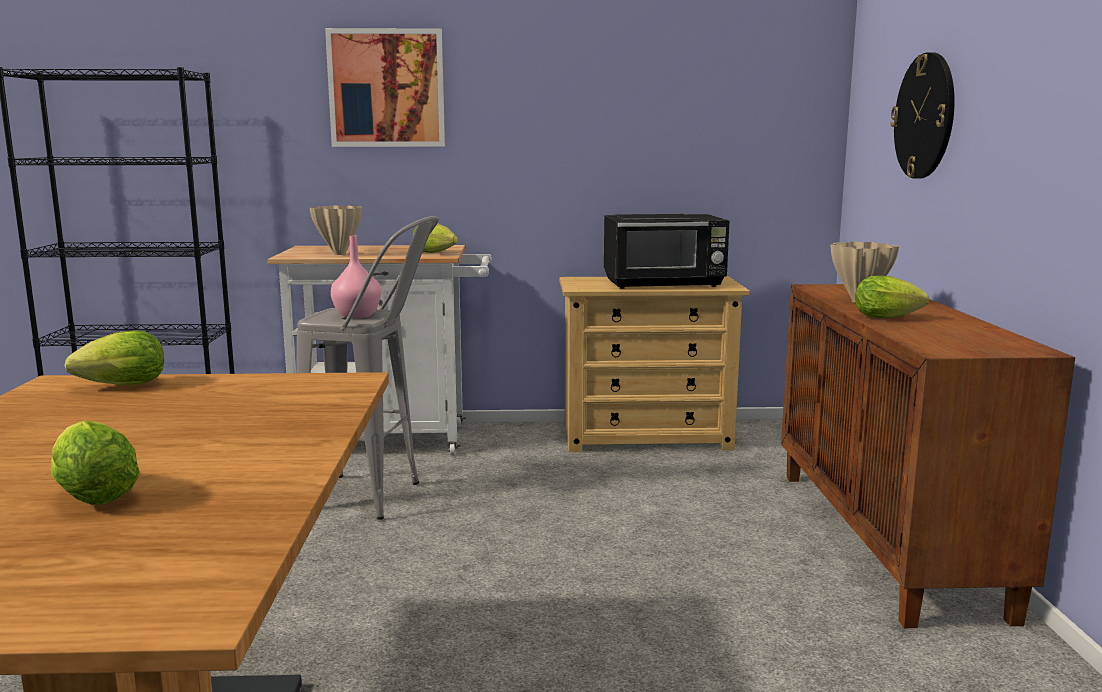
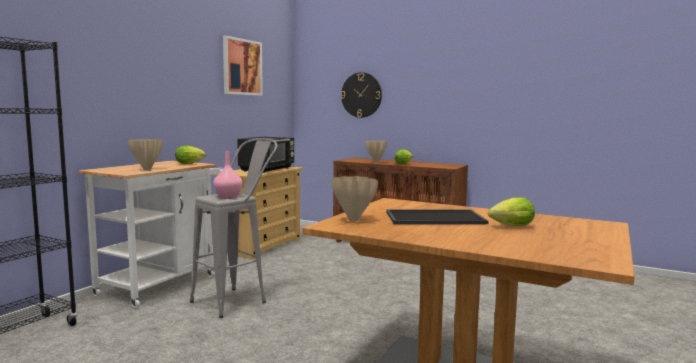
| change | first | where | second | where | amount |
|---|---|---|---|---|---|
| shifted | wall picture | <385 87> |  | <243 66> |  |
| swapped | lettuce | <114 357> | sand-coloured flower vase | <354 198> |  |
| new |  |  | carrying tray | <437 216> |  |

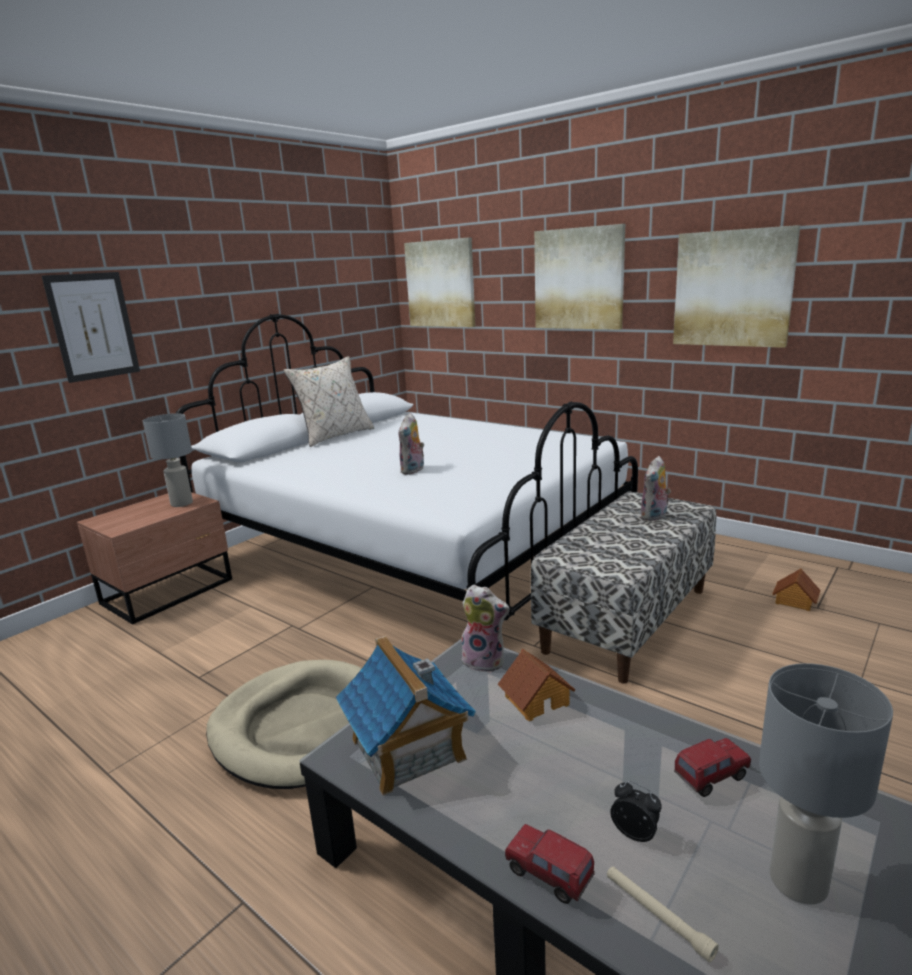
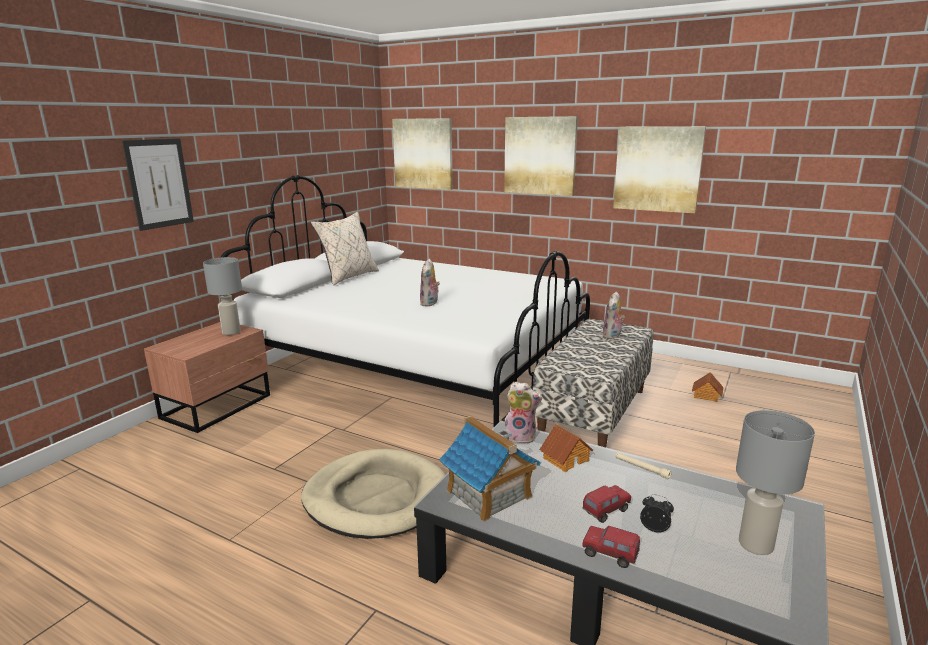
| change | first | where | second | where | amount |
|---|---|---|---|---|---|
| shifted | toy truck | <712 767> |  | <607 504> |  |
| shifted | sand-coloured hand torch | <663 914> |  | <643 465> |  |

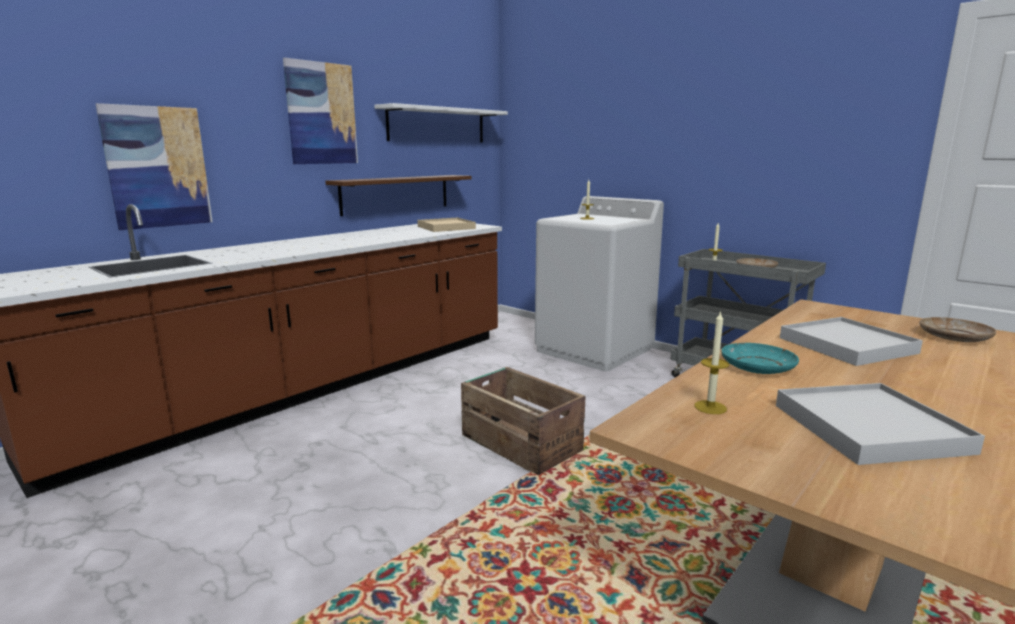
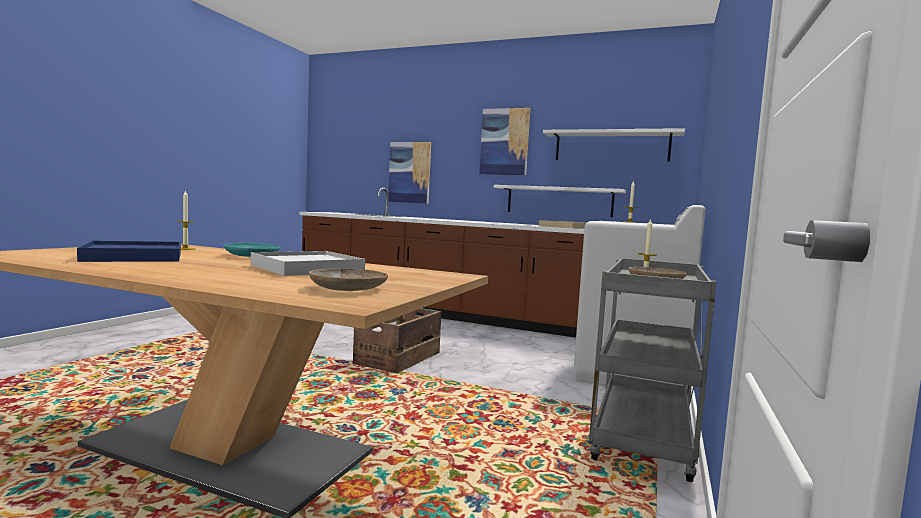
| change | first | where | second | where | amount |
|---|---|---|---|---|---|
| repainted | brown-coloured wall shelf | <398 195> | whitish wall shelf | <560 201> |  |
| repainted | whitish carrying tray | <880 424> | blue carrying tray | <129 251> |  |

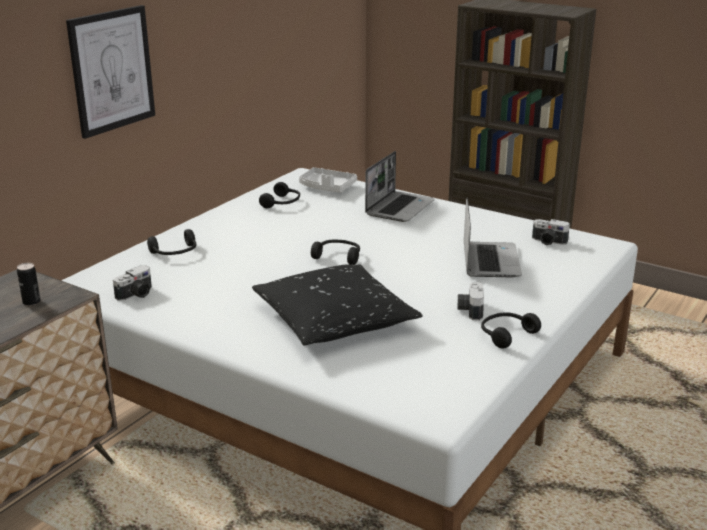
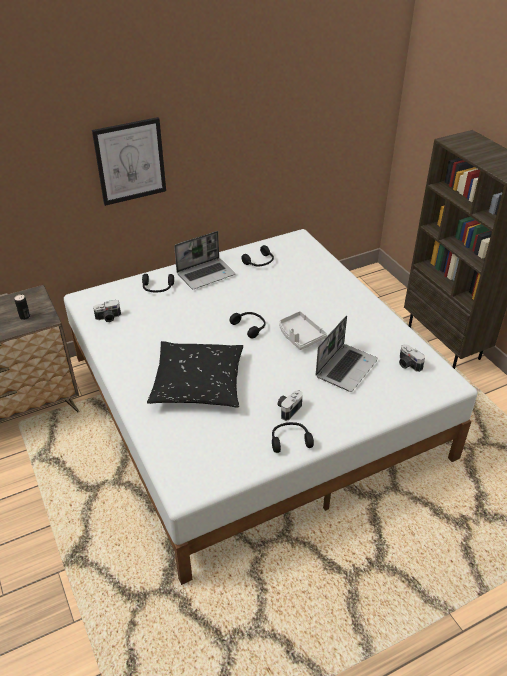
| change | first | where | second | where | amount |
|---|---|---|---|---|---|
| shifted | laptop | <400 186> |  | <204 260> |  |
| shifted | grey carrying tray | <328 180> |  | <303 330> |  |

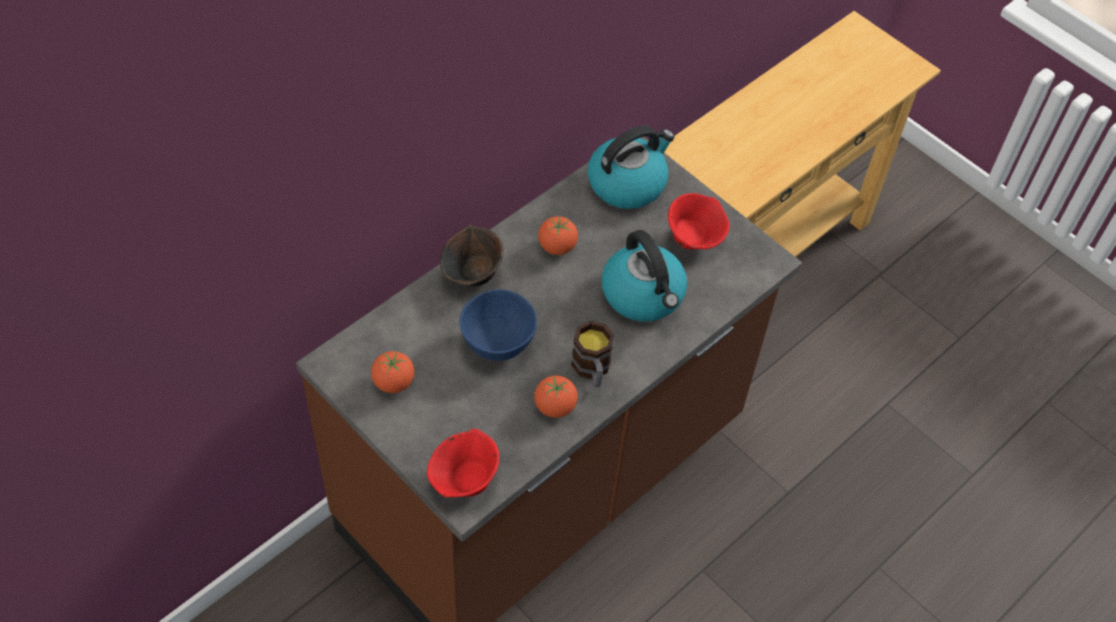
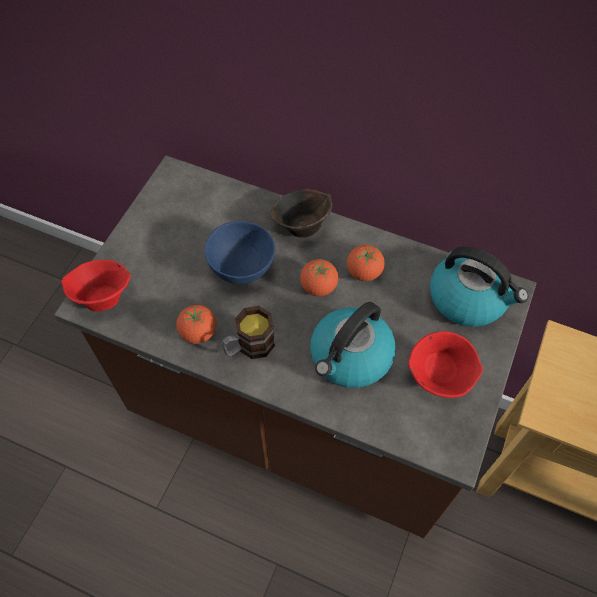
| change | first | where | second | where | amount |
|---|---|---|---|---|---|
| shifted | tomato | <392 372> |  | <319 277> |  |

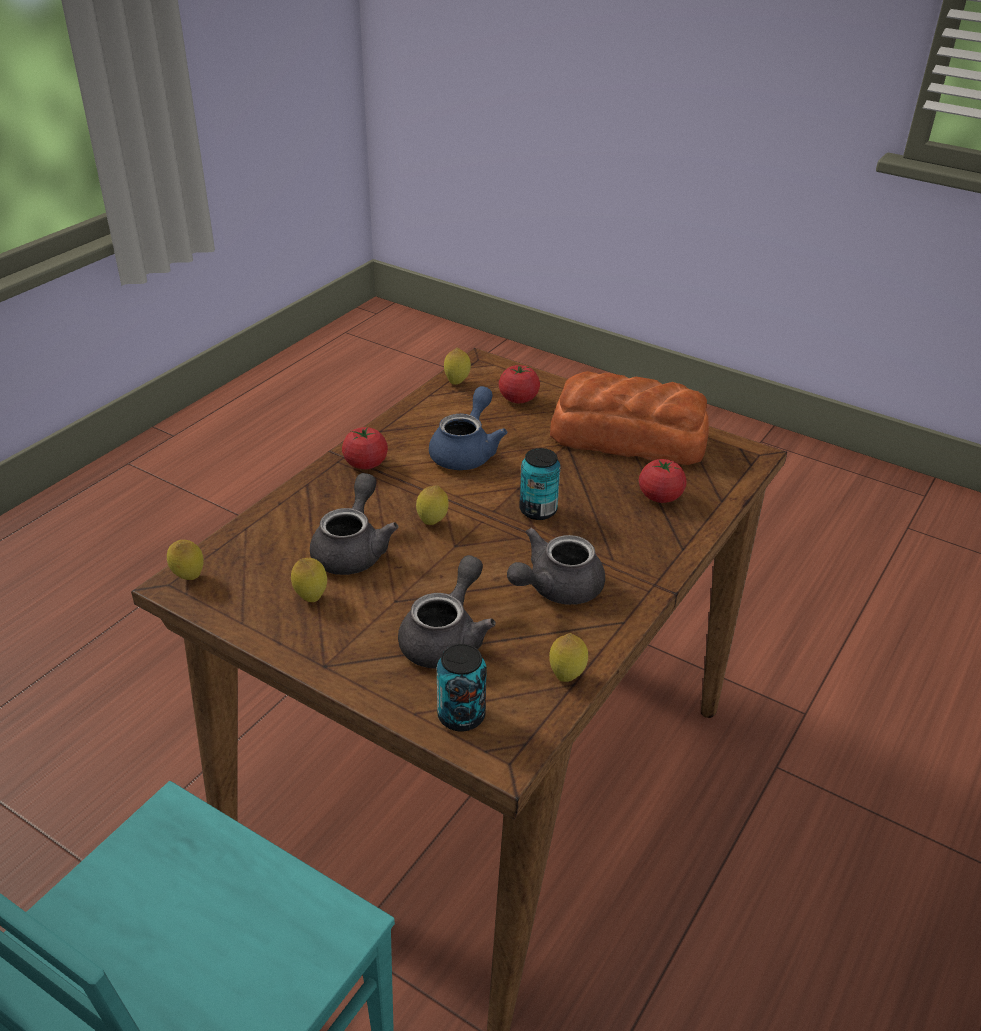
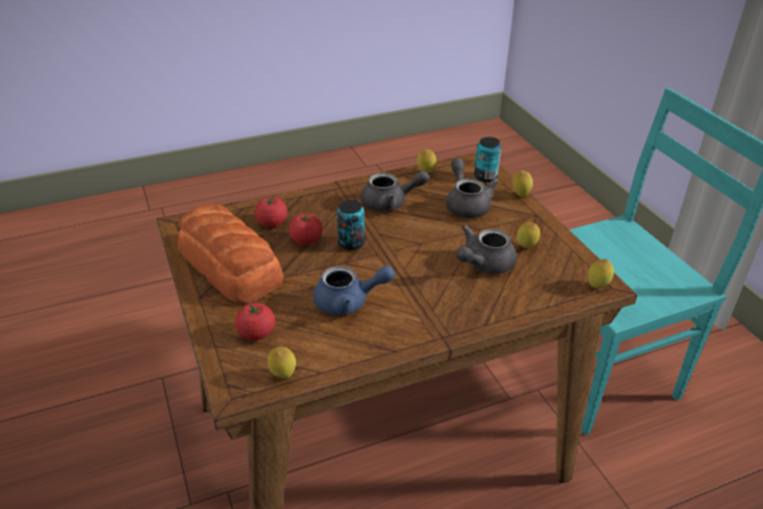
| change | first | where | second | where | amount |
|---|---|---|---|---|---|
| rotated | blue pot for tea | <468 428> |  | <354 290> | 150 degrees counterclockwise |
| shifted | tomato | <365 448> |  | <306 229> |  |
| shifted | lemon | <432 505> |  | <522 184> |  |
| rotated | grey pot for tea | <447 612> |  | <472 188> | 105 degrees clockwise |

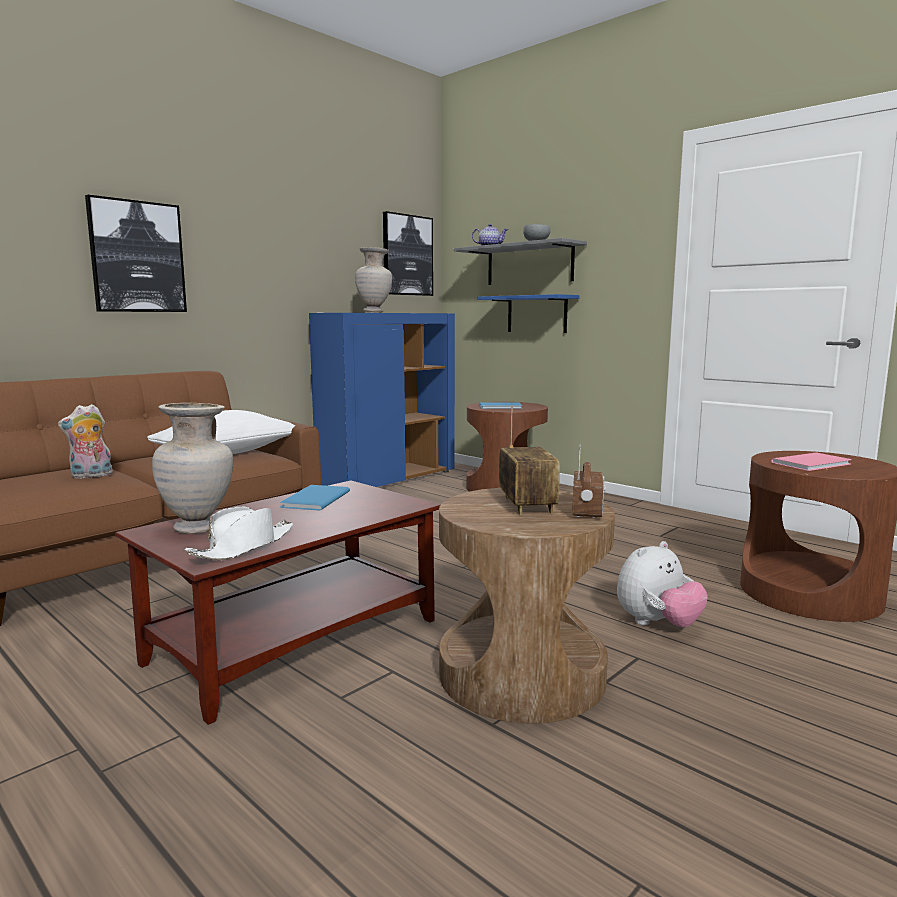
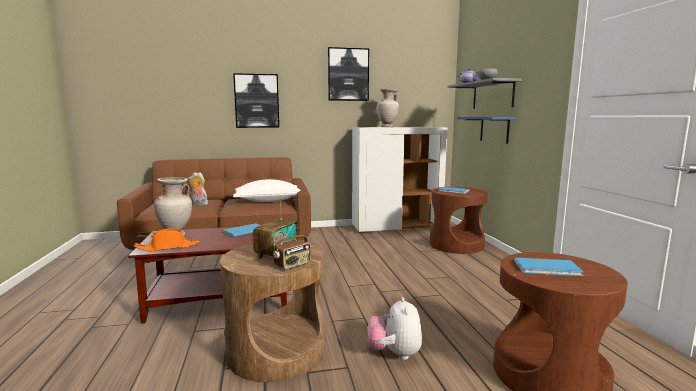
| change | first | where | second | where | amount |
|---|---|---|---|---|---|
| shifted | wall picture | <408 253> |  | <348 74> |  |
| repainted | blue storage cabinet | <382 400> | whitish storage cabinet | <399 180> |  |
| repainted | pink book | <811 461> | blue book | <549 267> |  |
| repainted | whitish clothing hat | <239 533> | orange clothing hat | <167 240> |  |
| rotated | cuddly toy | <662 584> |  | <394 328> | 90 degrees clockwise |

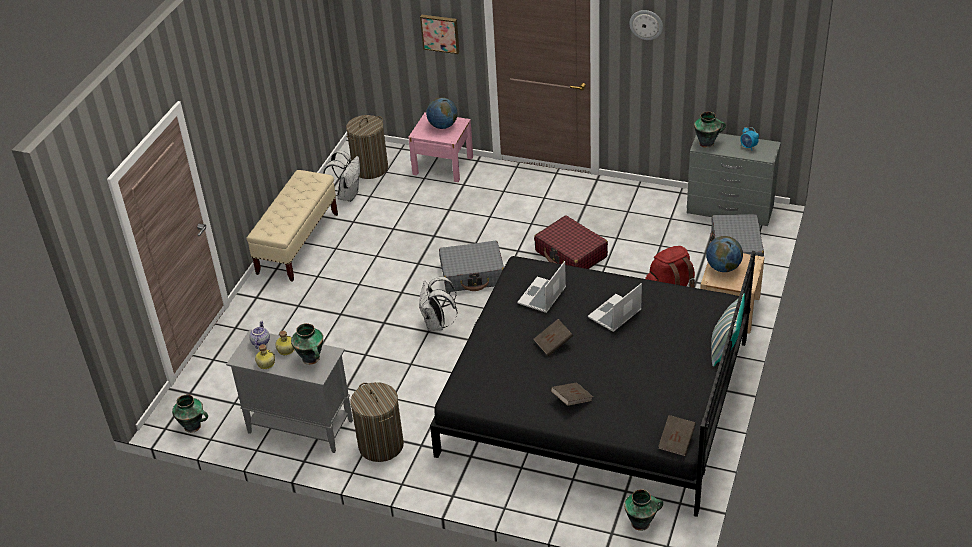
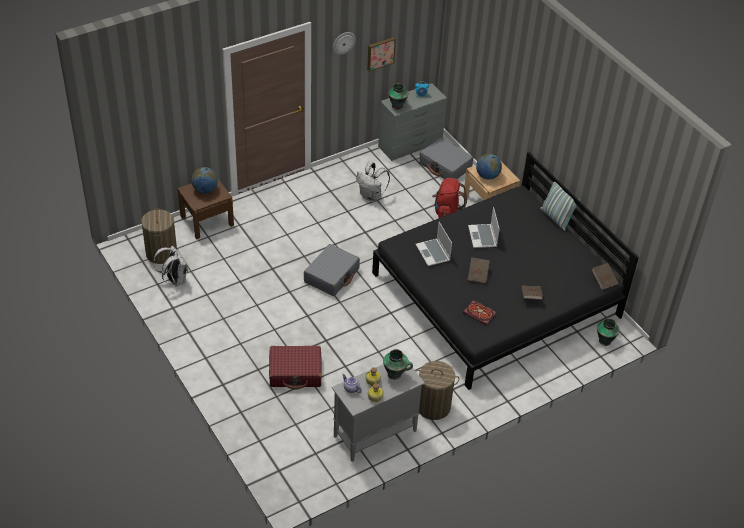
| change | first | where | second | where | amount |
|---|---|---|---|---|---|
| shifted | wall picture | <439 34> |  | <381 54> |  |
| repainted | pink nightstand | <440 147> | brown-coloured nightstand | <206 209> |  |
| gone | sand-coloured indoor bench | <292 226> |  |  |  |
| shifted | red piece of luggage | <571 242> |  | <295 367> |  |
| shifted | whitish rucksack | <438 304> |  | <373 182> |  |
| gone | flower vase | <190 413> |  |  |  |
| new |  |  | book | <479 312> |  |

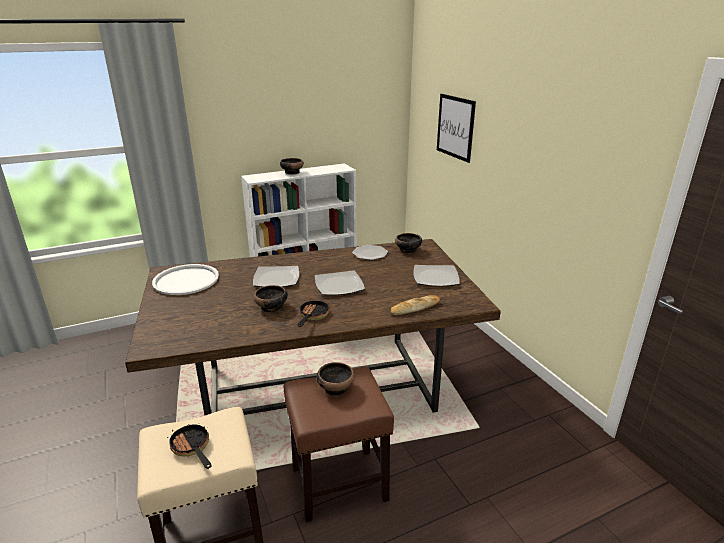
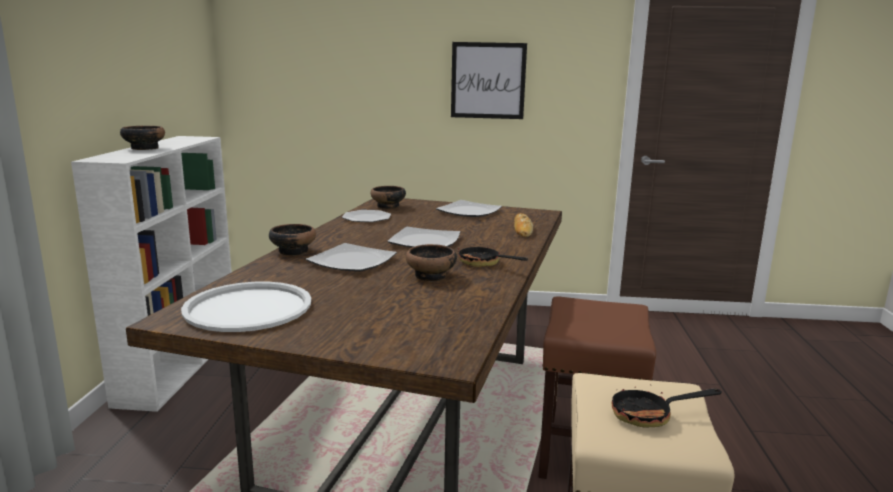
| change | first | where | second | where | amount |
|---|---|---|---|---|---|
| shifted | wall picture | <456 128> |  | <489 80> |  |
| shifted | bowl | <336 379> |  | <292 240> |  |

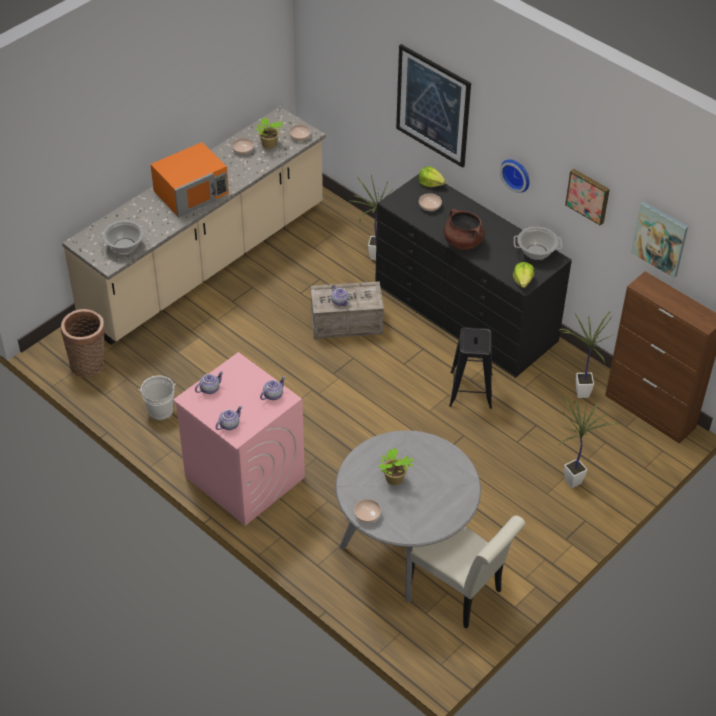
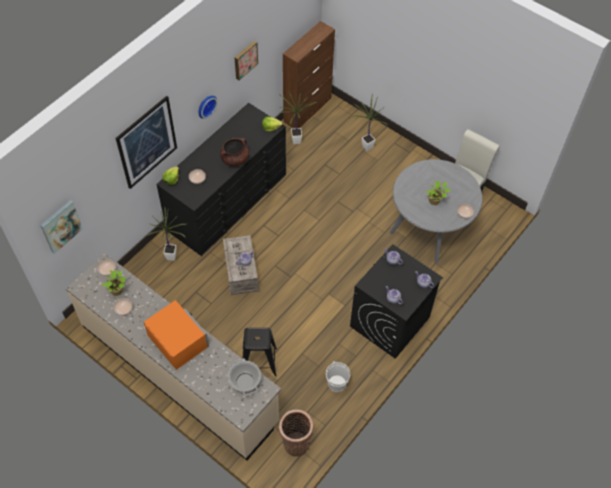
| change | first | where | second | where | amount |
|---|---|---|---|---|---|
| shifted | wall picture | <659 239> |  | <61 227> |  |
| gone | cooking pot | <538 243> |  |  |  |
| shifted | black stool seat | <471 368> |  | <259 352> |  |
| repainted | pink washing machine | <239 439> | black washing machine | <396 301> |  |

